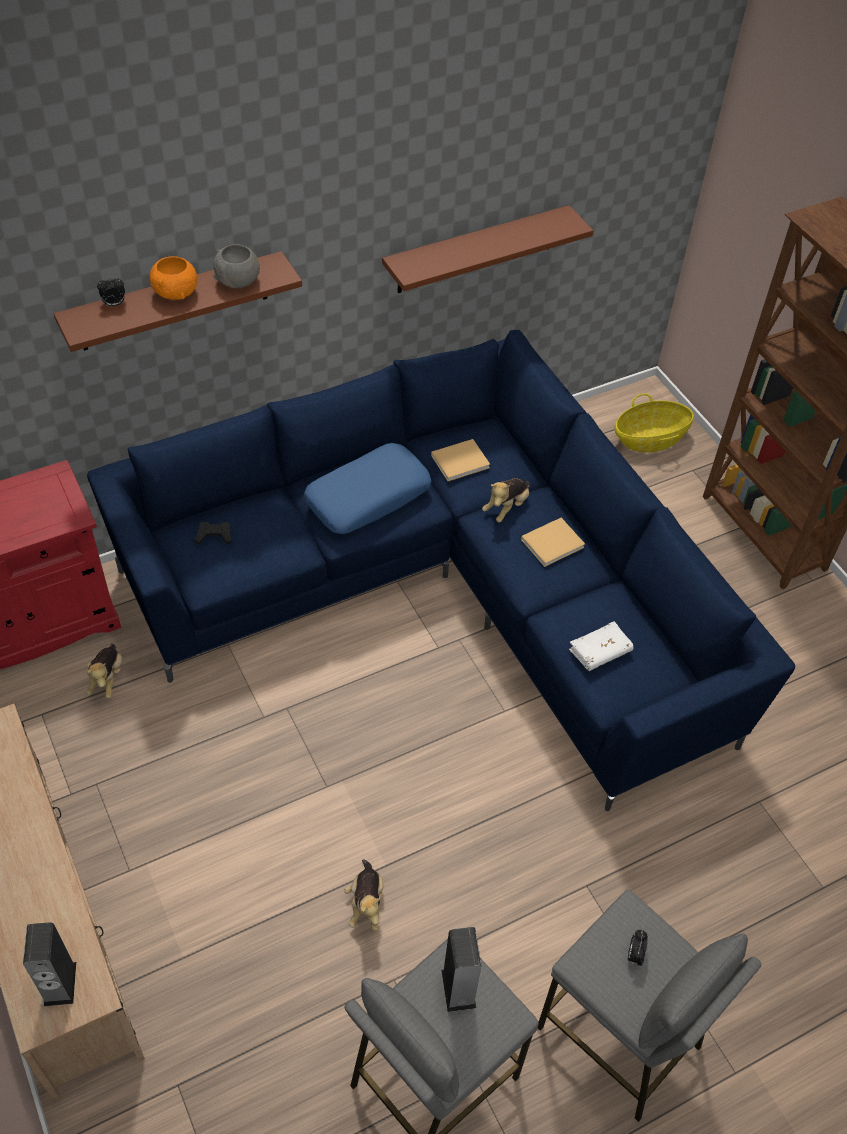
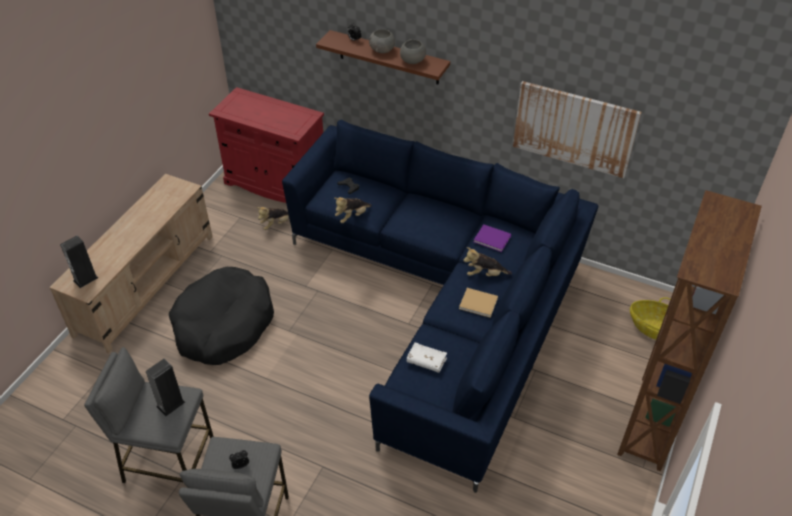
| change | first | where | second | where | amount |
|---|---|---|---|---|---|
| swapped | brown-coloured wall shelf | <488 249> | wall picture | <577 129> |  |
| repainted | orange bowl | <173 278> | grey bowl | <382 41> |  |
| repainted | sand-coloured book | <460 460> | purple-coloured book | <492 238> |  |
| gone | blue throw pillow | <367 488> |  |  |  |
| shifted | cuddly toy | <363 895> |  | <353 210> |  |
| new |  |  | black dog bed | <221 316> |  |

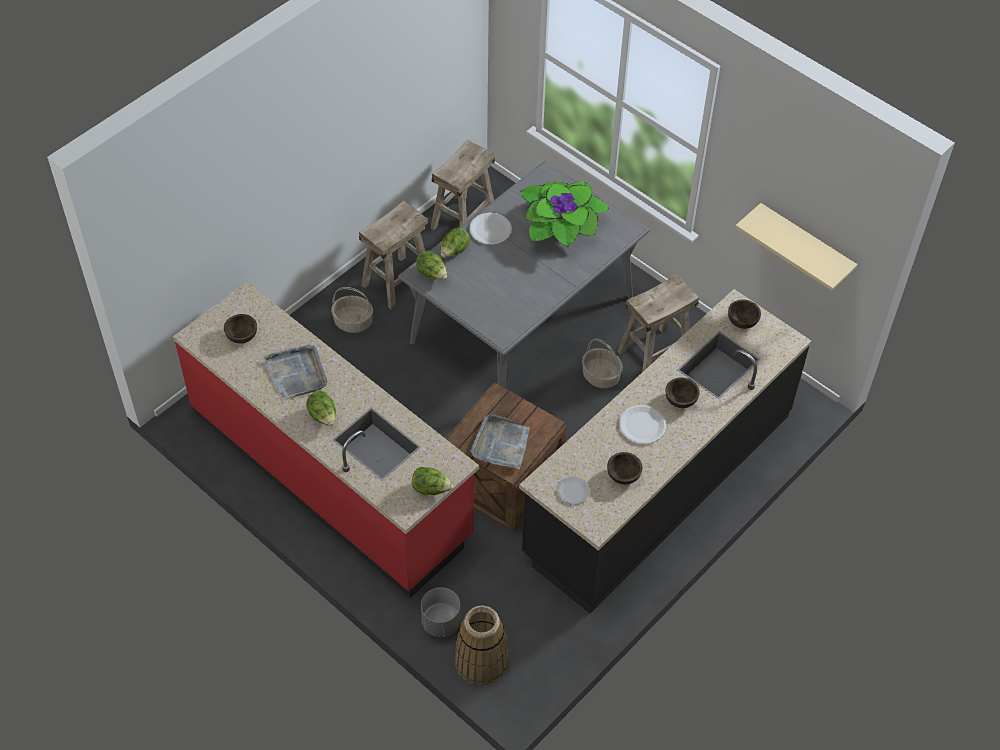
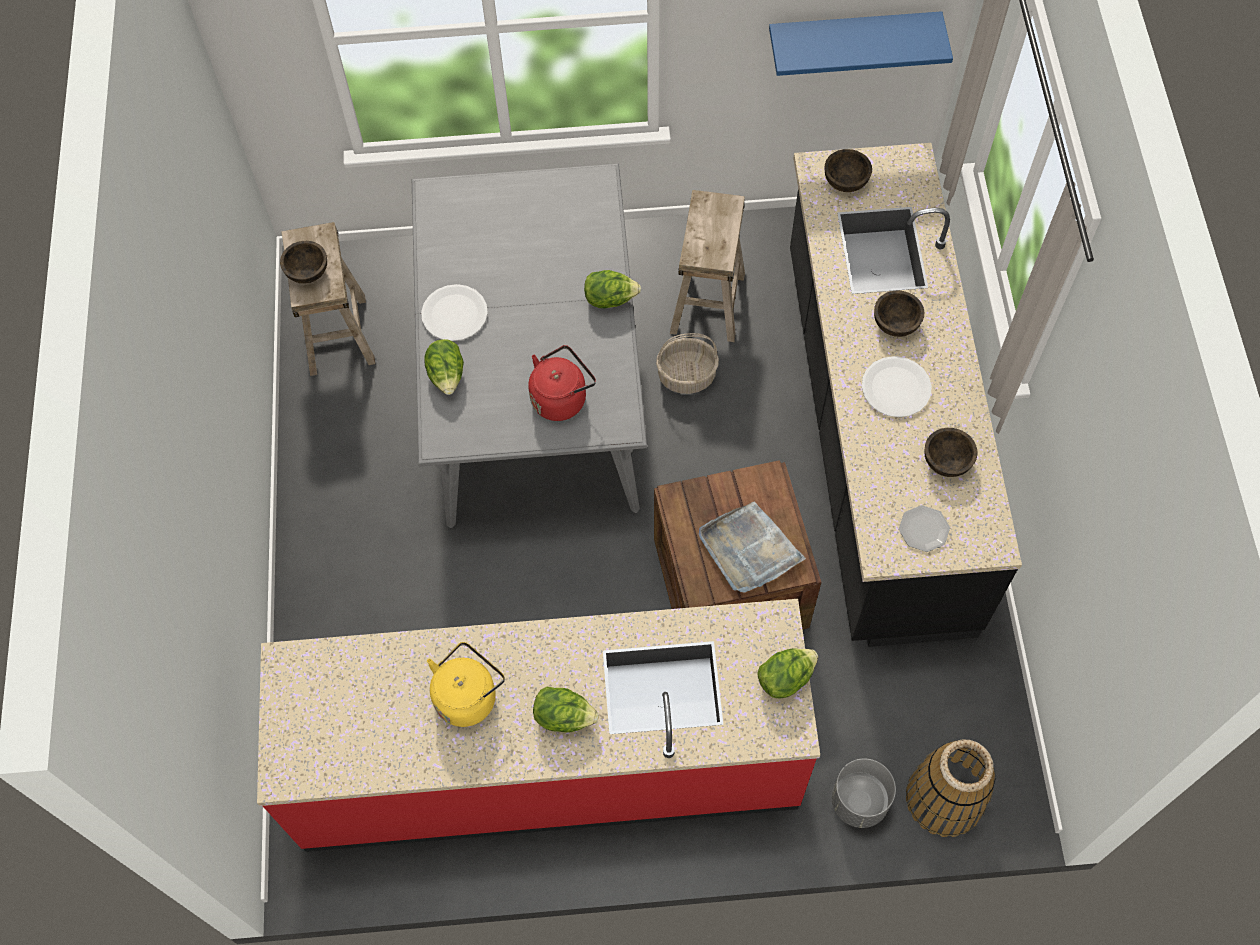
| change | first | where | second | where | amount |
|---|---|---|---|---|---|
| gone | potted plant | <564 214> |  |  |  |
| gone | sand-coloured stool seat | <393 255> |  |  |  |
| repainted | sand-coloured wall shelf | <796 247> | blue wall shelf | <861 43> |  |
| shifted | lettuce | <431 265> |  | <612 289> |  |
| gone | storage basket | <352 310> |  |  |  |
| shifted | brown-coloured bowl | <240 329> |  | <303 262> |  |
| swapped | grey carrying tray | <295 372> | yellowish kettle | <466 684> |  |
| new |  |  | red kettle | <562 383> |  |

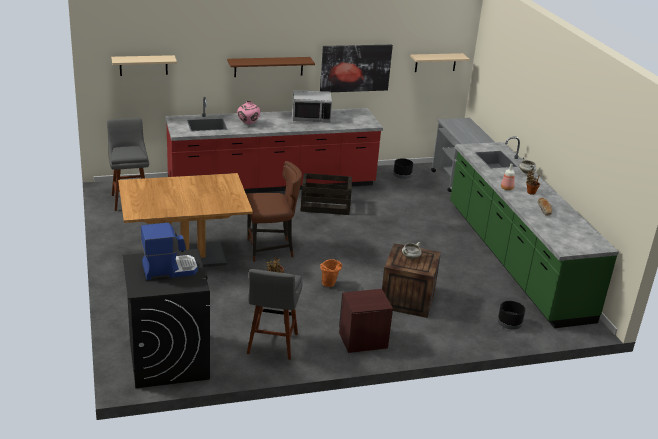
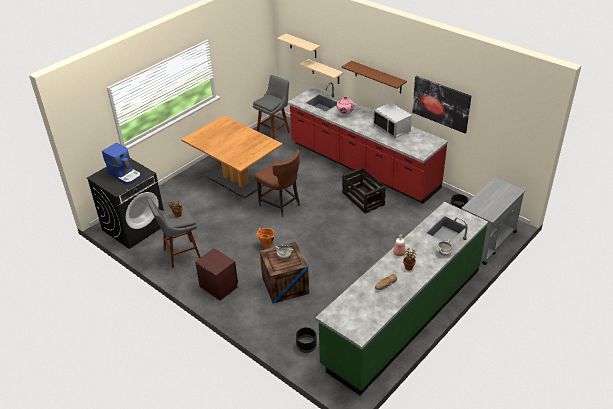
| change | first | where | second | where | amount |
|---|---|---|---|---|---|
| shifted | sand-coloured wall shelf | <440 62> |  | <321 71> |  |

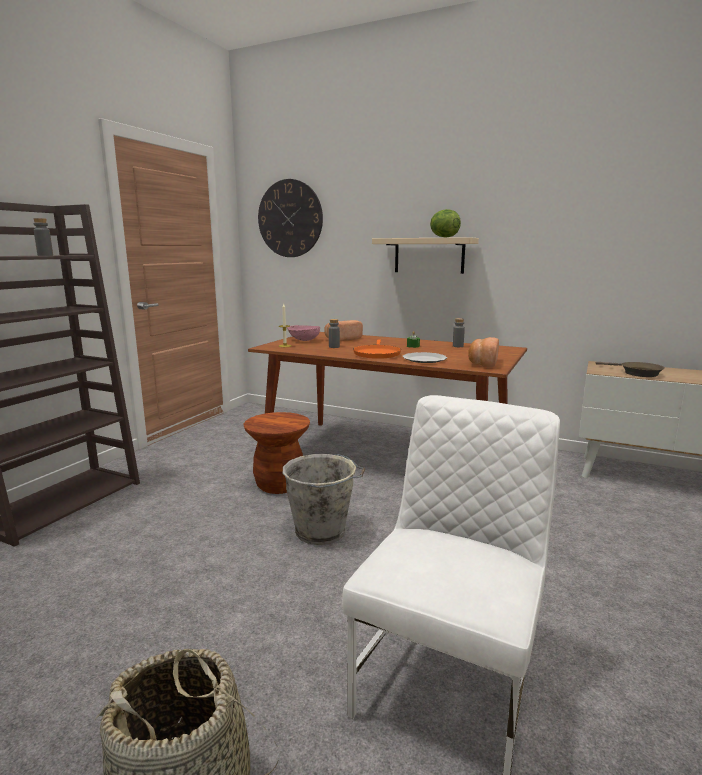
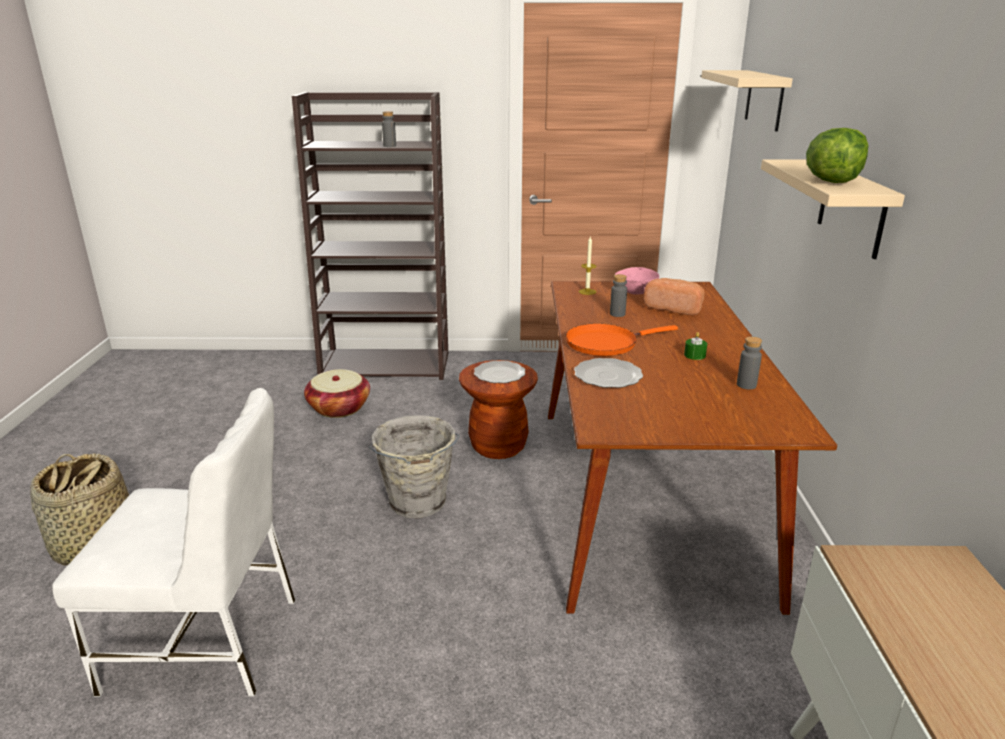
| change | first | where | second | where | amount |
|---|---|---|---|---|---|
| swapped | clock on the wall | <290 218> | sand-coloured wall shelf | <747 101> |  |
| gone | bakery bread | <483 352> |  |  |  |
| gone | brown-coloured pan | <630 369> |  |  |  |
| new |  |  | plate | <499 372> |  |
| new |  |  | storage basket | <337 393> |  |

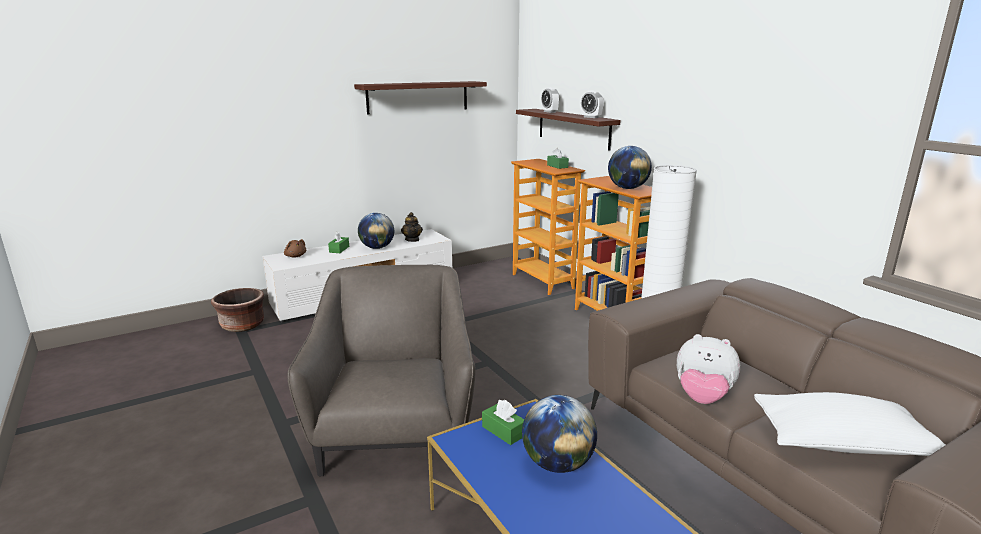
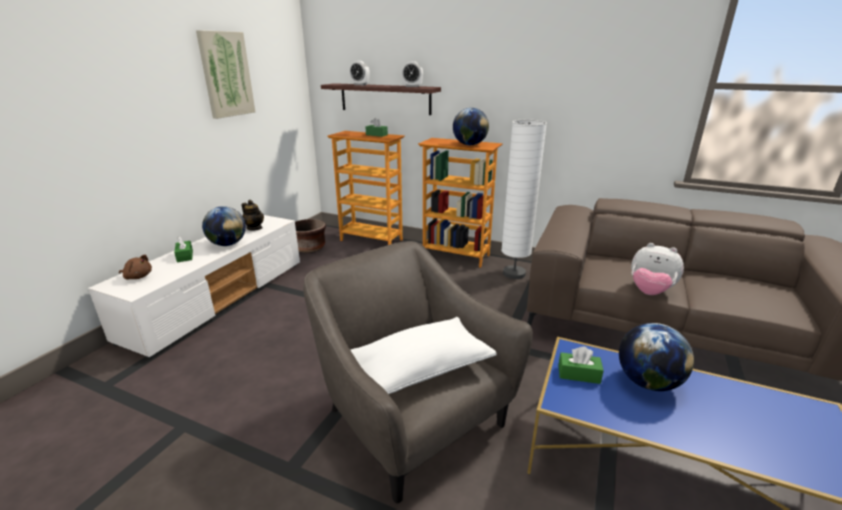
| change | first | where | second | where | amount |
|---|---|---|---|---|---|
| swapped | wall shelf | <420 98> | wall picture | <225 74> |  |
| shifted | brown-coloured planter | <237 310> |  | <310 236> |  |
| rotated | cuddly toy | <709 369> |  | <657 269> | 45 degrees clockwise |
| shifted | whitish throw pillow | <849 424> |  | <424 355> |  |

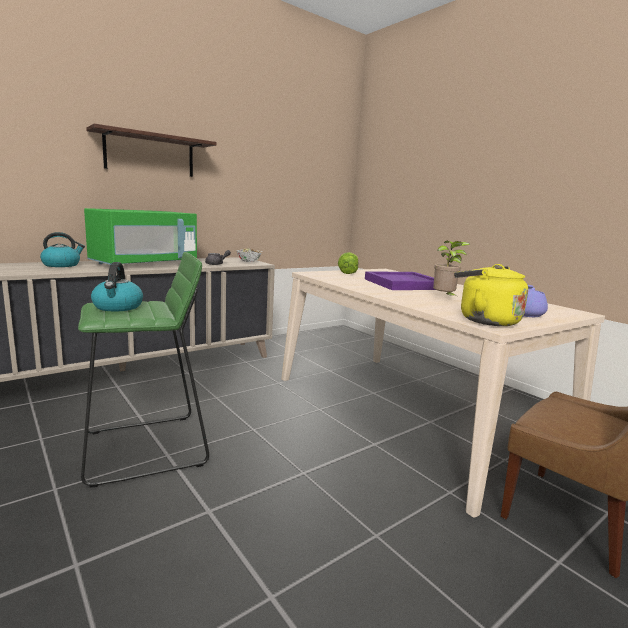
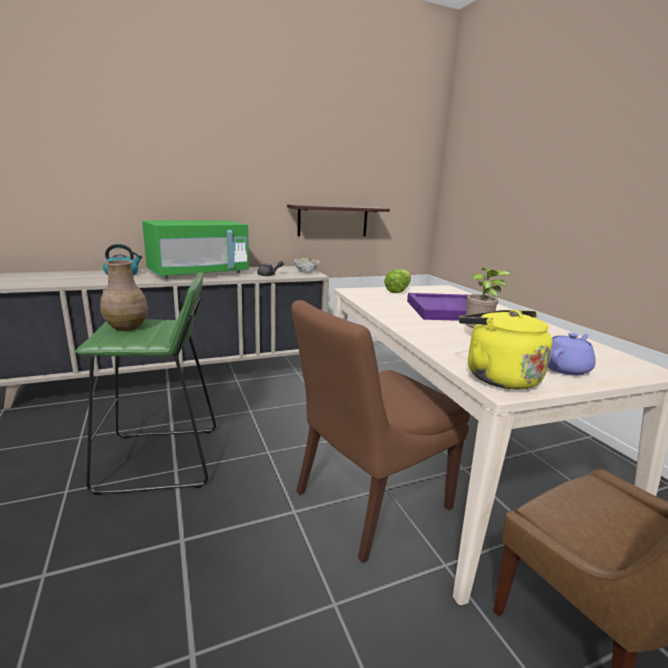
| change | first | where | second | where | amount |
|---|---|---|---|---|---|
| shifted | wall shelf | <151 150> |  | <338 220> |  |
| swapped | kettle | <117 286> | brown-coloured flower vase | <124 295> |  |
| new |  |  | brown-coloured plain chair | <380 431> |  |

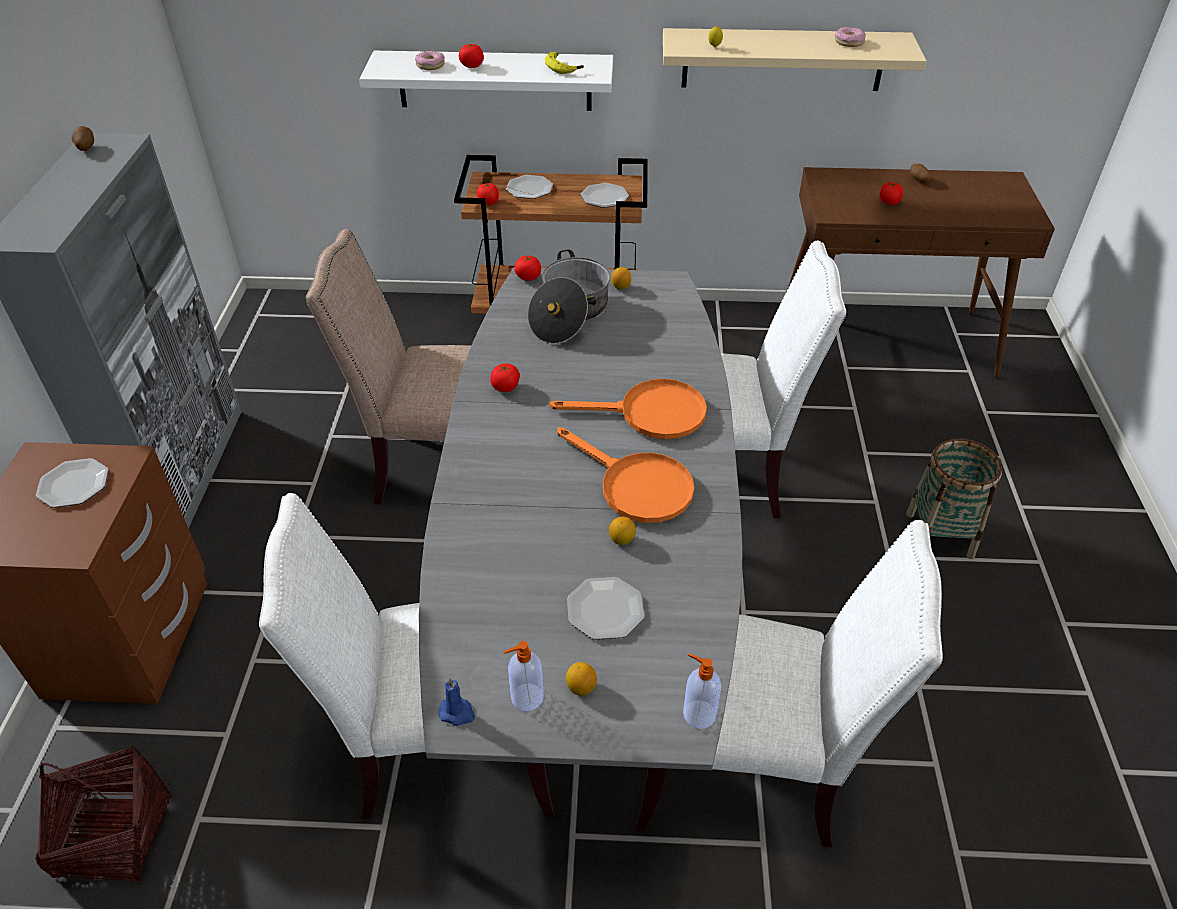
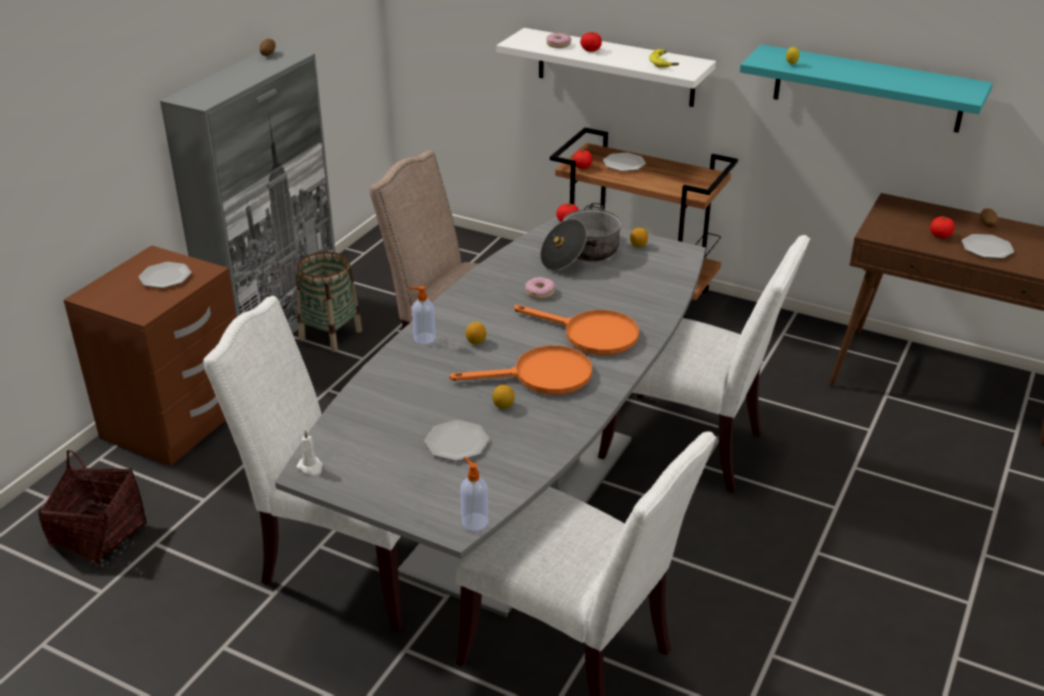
| change | first | where | second | where | amount |
|---|---|---|---|---|---|
| shifted | doughnut | <850 37> |  | <540 288> |  |
| repainted | sand-coloured wall shelf | <795 59> | blue-green wall shelf | <866 88> |  |
| shifted | plate | <605 195> |  | <987 246> |  |
| gone | tomato | <505 377> |  |  |  |
| rotated | orange pan | <625 475> |  | <520 370> | 75 degrees counterclockwise |
| shifted | storage basket | <954 498> |  | <329 302> |  |
| shifted | liquid soap bottle | <524 676> |  | <422 315> |  |
| shifted | lemon | <581 679> |  | <476 333> |  |
| repainted | blue wax candle | <456 702> | whitish wax candle | <310 452> |  |

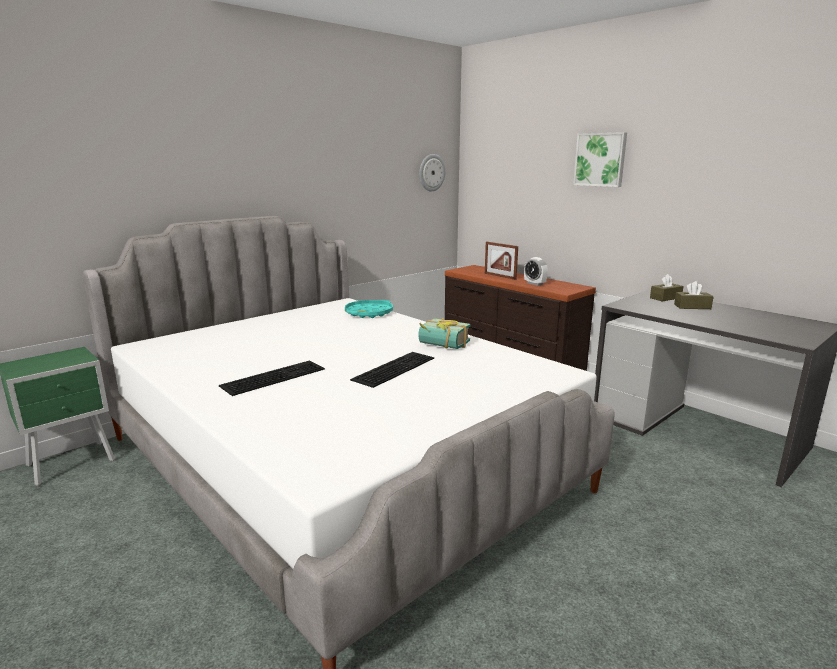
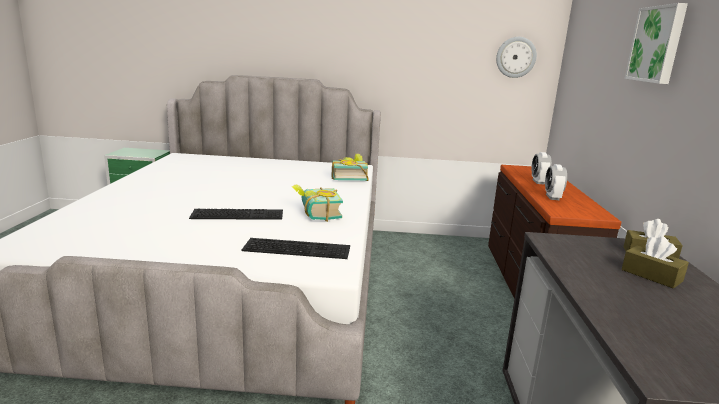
| change | first | where | second | where | amount |
|---|---|---|---|---|---|
| swapped | standing frame | <501 261> | table clock | <541 168> |  |
| swapped | blue-green carrying tray | <369 309> | book | <349 167> |  |
| shifted | computer keyboard | <272 378> |  | <295 248> |  |

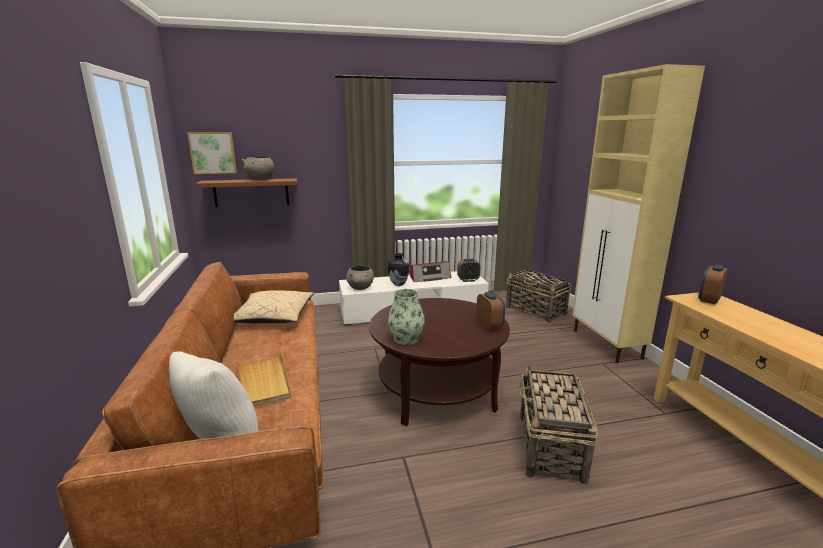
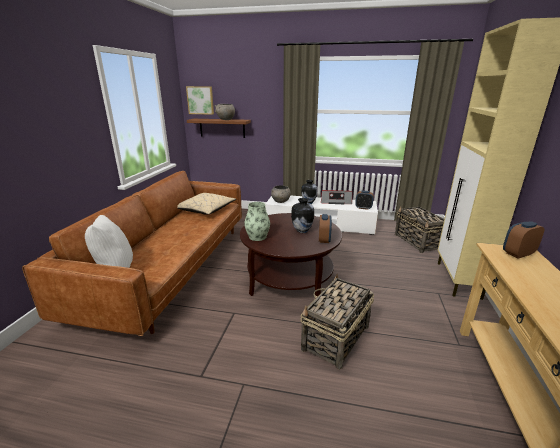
| change | first | where | second | where | amount |
|---|---|---|---|---|---|
| gone | sand-coloured carrying tray | <263 379> |  |  |  |
| new |  |  | flower vase | <302 215> |  |

